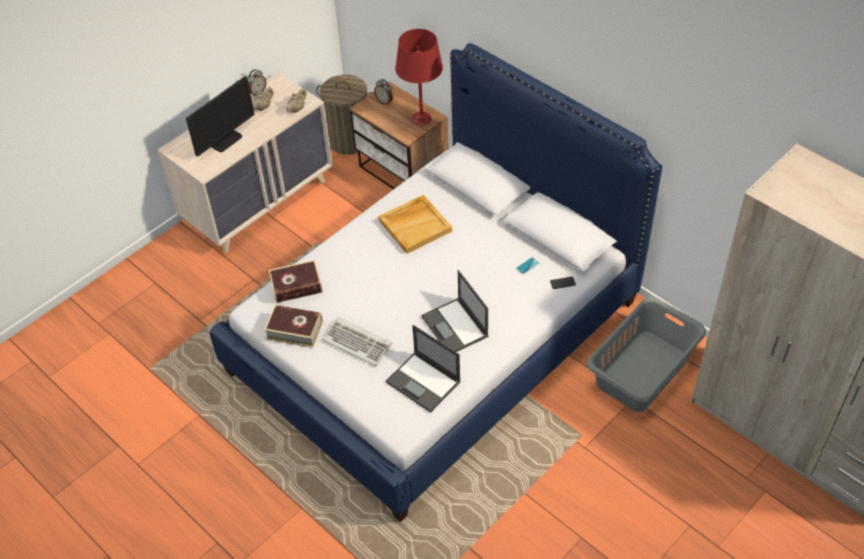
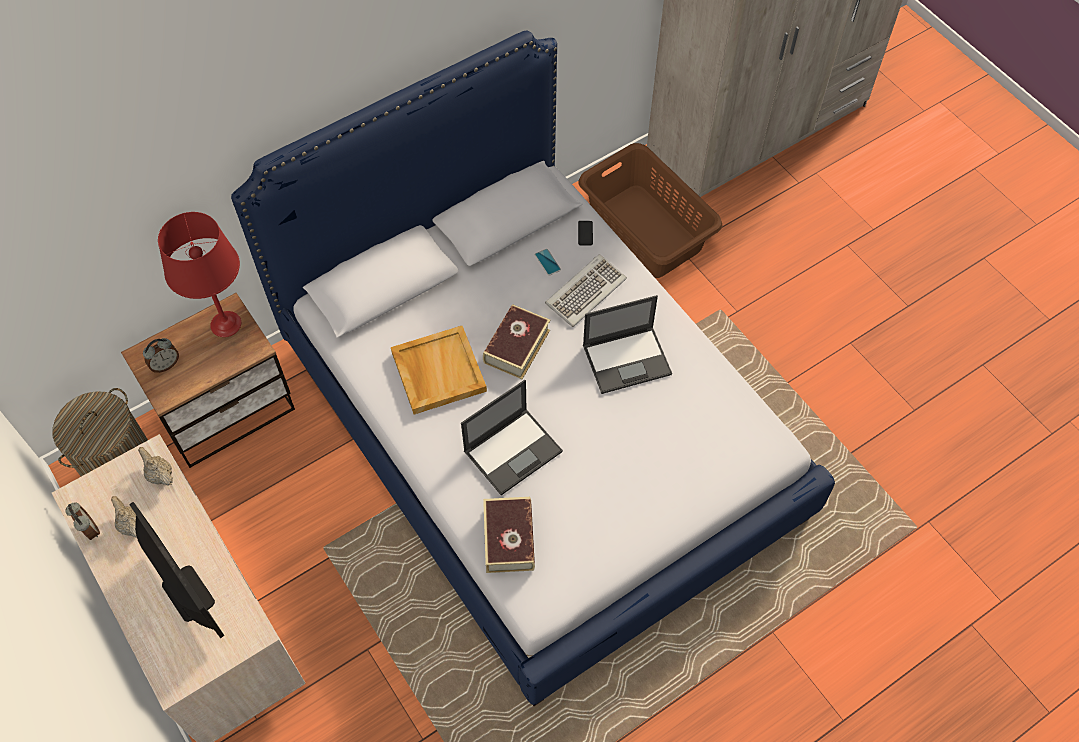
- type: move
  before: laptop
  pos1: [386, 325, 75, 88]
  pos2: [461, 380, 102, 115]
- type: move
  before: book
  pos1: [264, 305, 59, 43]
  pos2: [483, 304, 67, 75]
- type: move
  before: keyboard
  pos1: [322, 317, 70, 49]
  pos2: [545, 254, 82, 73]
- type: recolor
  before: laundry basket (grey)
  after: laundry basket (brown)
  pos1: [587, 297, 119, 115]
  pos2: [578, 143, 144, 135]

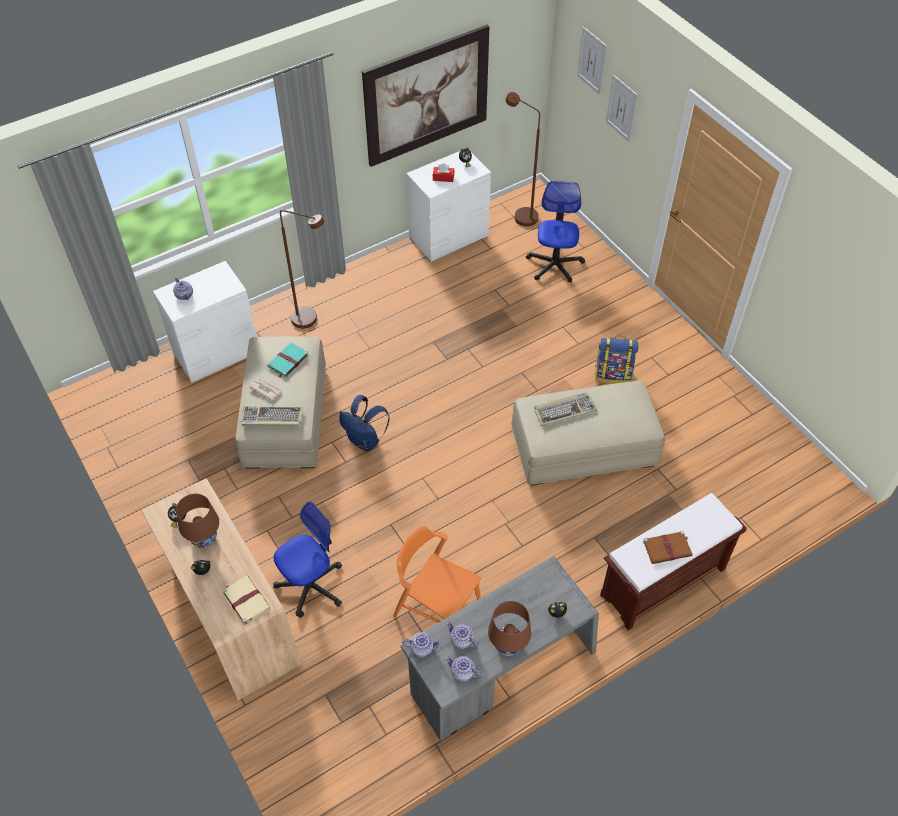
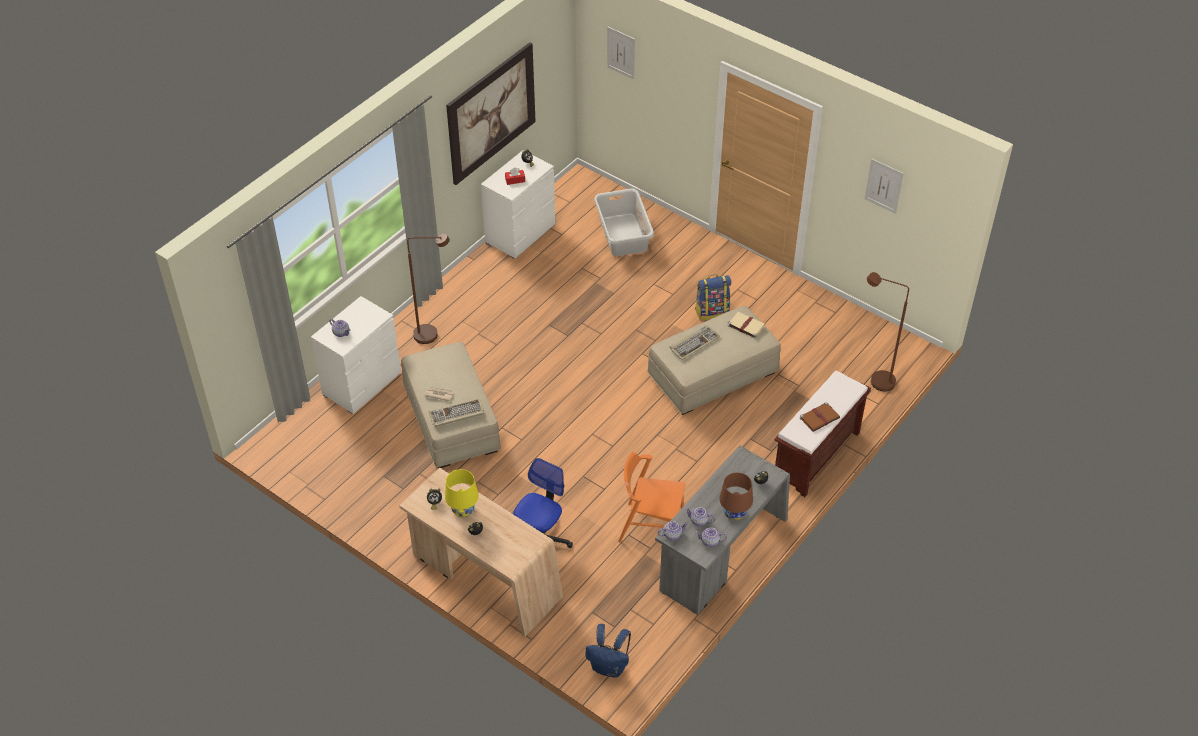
- type: recolor
  before: table lamp (brown)
  after: table lamp (yellow)
  pos1: [176, 494, 43, 54]
  pos2: [445, 469, 34, 48]
- type: move
  before: backpack (blue)
  pos1: [339, 395, 51, 57]
  pos2: [585, 624, 46, 54]
- type: replace
  before: office chair
  after: laundry basket (grey)
  pos1: [526, 181, 59, 102]
  pos2: [594, 189, 60, 67]
- type: move
  before: book (beige)
  pos1: [222, 576, 48, 49]
  pos2: [727, 312, 38, 26]
- type: move
  before: picture
  pos1: [606, 74, 32, 68]
  pos2: [865, 159, 39, 55]
- type: move
  before: floor lamp (brown)
  pos1: [505, 92, 35, 134]
  pos2: [867, 272, 42, 119]
- type: delete
  before: book (turquoise)
  pos1: [267, 343, 41, 35]

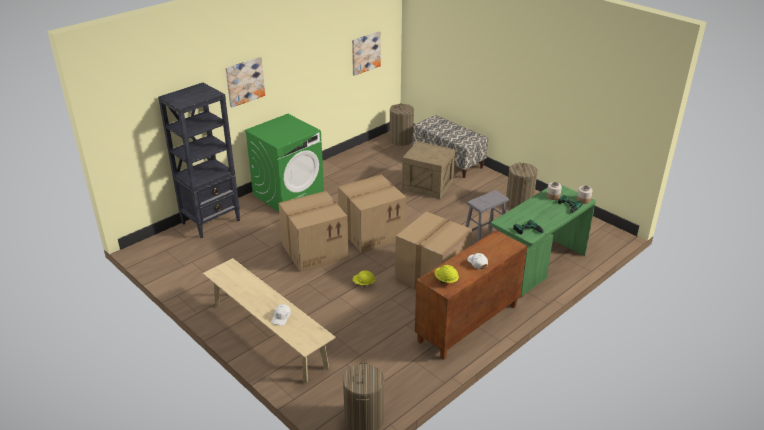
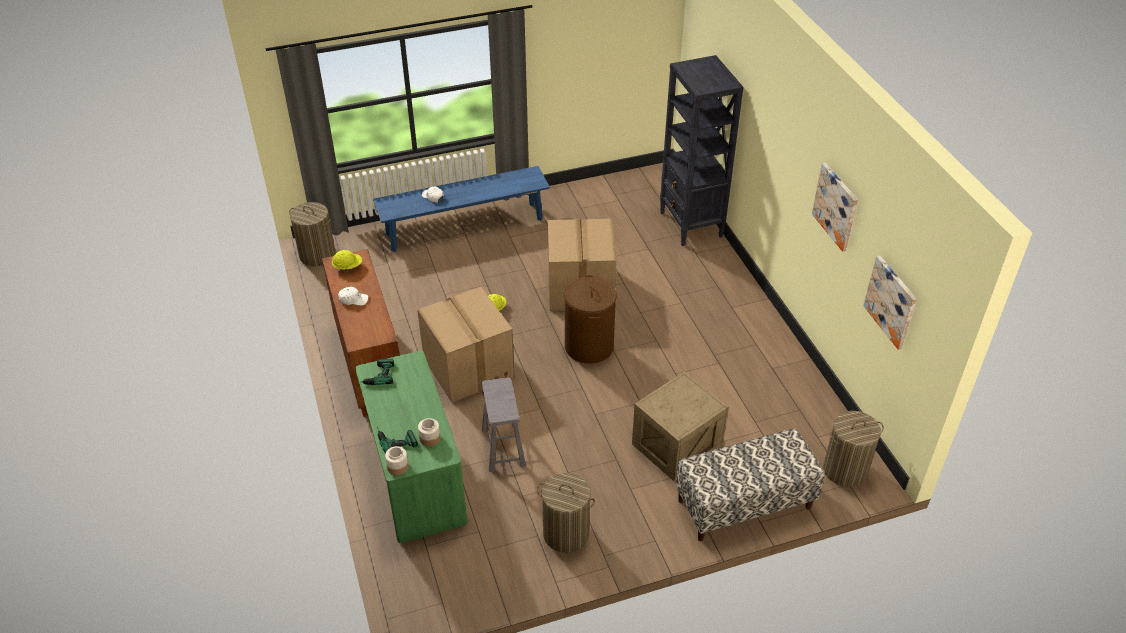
- type: recolor
  before: bench (beige)
  after: bench (blue)
  pos1: [203, 258, 133, 125]
  pos2: [373, 166, 177, 86]
- type: replace
  before: cardboard box
  after: laundry basket (brown)
  pos1: [338, 174, 68, 79]
  pos2: [564, 275, 53, 89]
- type: move
  before: picture
  pos1: [225, 57, 40, 50]
  pos2: [812, 163, 46, 89]
- type: delete
  before: washing machine (green)
  pos1: [245, 114, 79, 98]

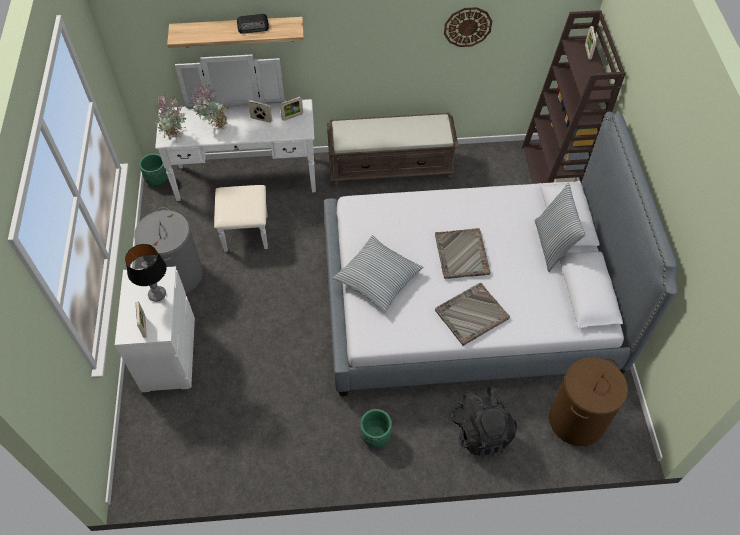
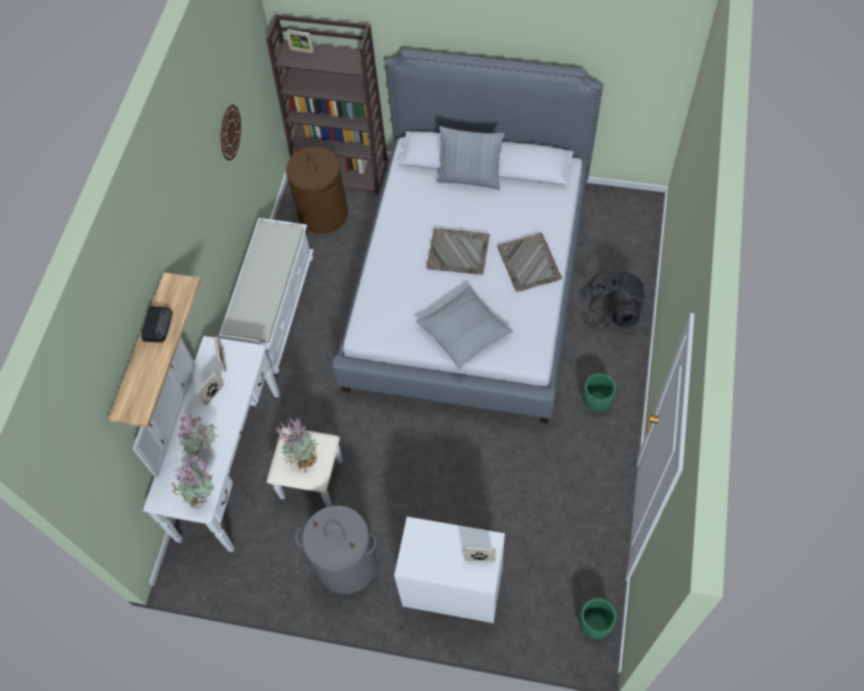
- type: recolor
  before: bench (brown)
  after: bench (white)
  pos1: [327, 113, 132, 73]
  pos2: [219, 218, 95, 156]
- type: insert
  after: potted plant
  pos2: [276, 416, 42, 56]
- type: move
  before: laundry basket (brown)
  pos1: [549, 357, 79, 89]
  pos2: [286, 146, 62, 88]
- type: move
  before: planter (green)
  pos1: [139, 153, 29, 33]
  pos2: [579, 598, 38, 41]
- type: delete
  before: table lamp
  pos1: [125, 244, 41, 58]

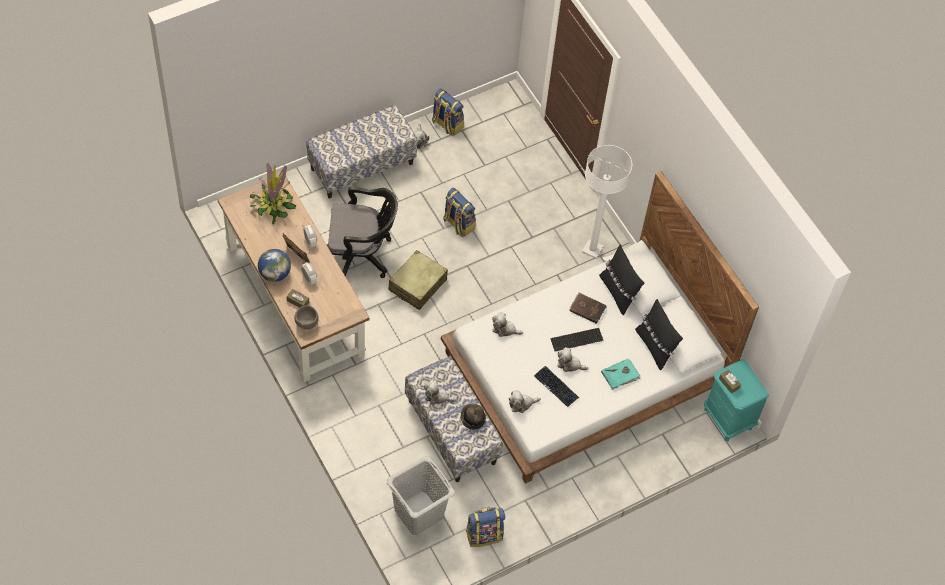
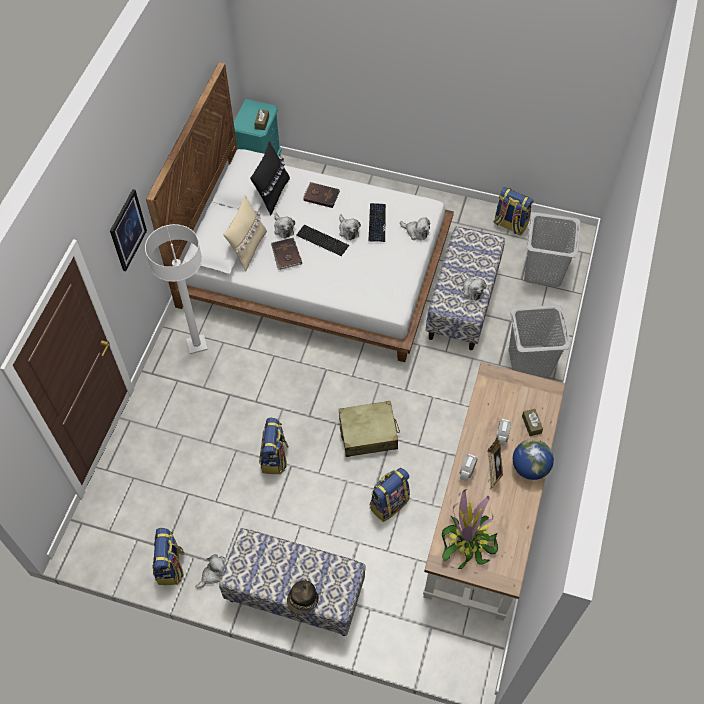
- type: insert
  after: picture
  pos2: [110, 189, 37, 83]
- type: recolor
  before: pillow (black)
  after: pillow (beige)
  pos1: [599, 244, 45, 71]
  pos2: [223, 195, 44, 77]
- type: move
  before: plush toy
  pos1: [492, 312, 31, 25]
  pos2: [274, 213, 21, 25]
- type: move
  before: hat
  pos1: [461, 404, 25, 26]
  pos2: [287, 580, 32, 35]
- type: recolor
  before: book (turquoise)
  after: book (brown)
  pos1: [601, 359, 39, 31]
  pos2: [303, 182, 37, 26]
- type: replace
  before: office chair (black)
  after: backpack
  pos1: [326, 187, 72, 91]
  pos2: [370, 468, 40, 54]
- type: insert
  after: laundry basket (grey)
  pos2: [509, 305, 62, 72]
- type: delete
  before: bowl (brown)
  pos1: [295, 305, 24, 25]

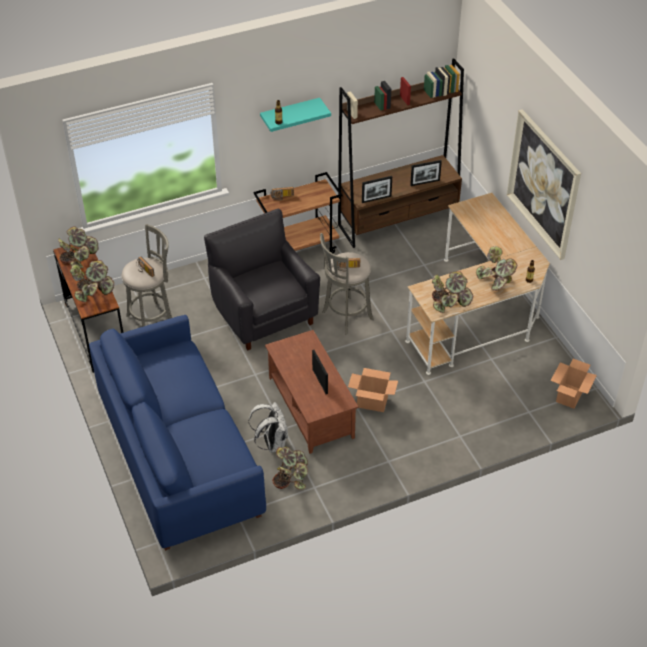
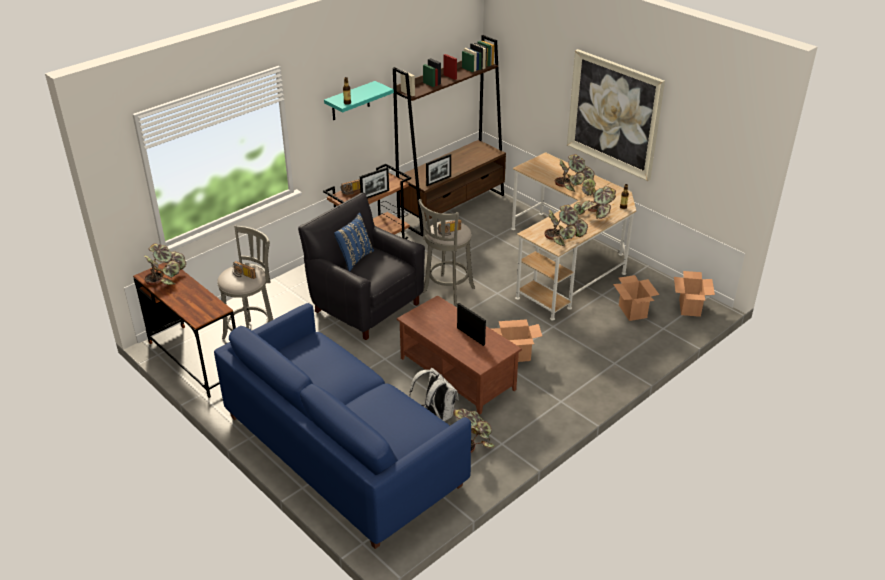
- type: insert
  after: pillow (blue)
  pos2: [334, 213, 40, 59]
- type: move
  before: picture frame
  pos1: [410, 160, 32, 26]
  pos2: [360, 167, 29, 32]
- type: move
  before: potted plant
  pos1: [70, 260, 44, 42]
  pos2: [555, 154, 39, 38]
- type: insert
  after: cardboard box
  pos2: [613, 275, 47, 46]

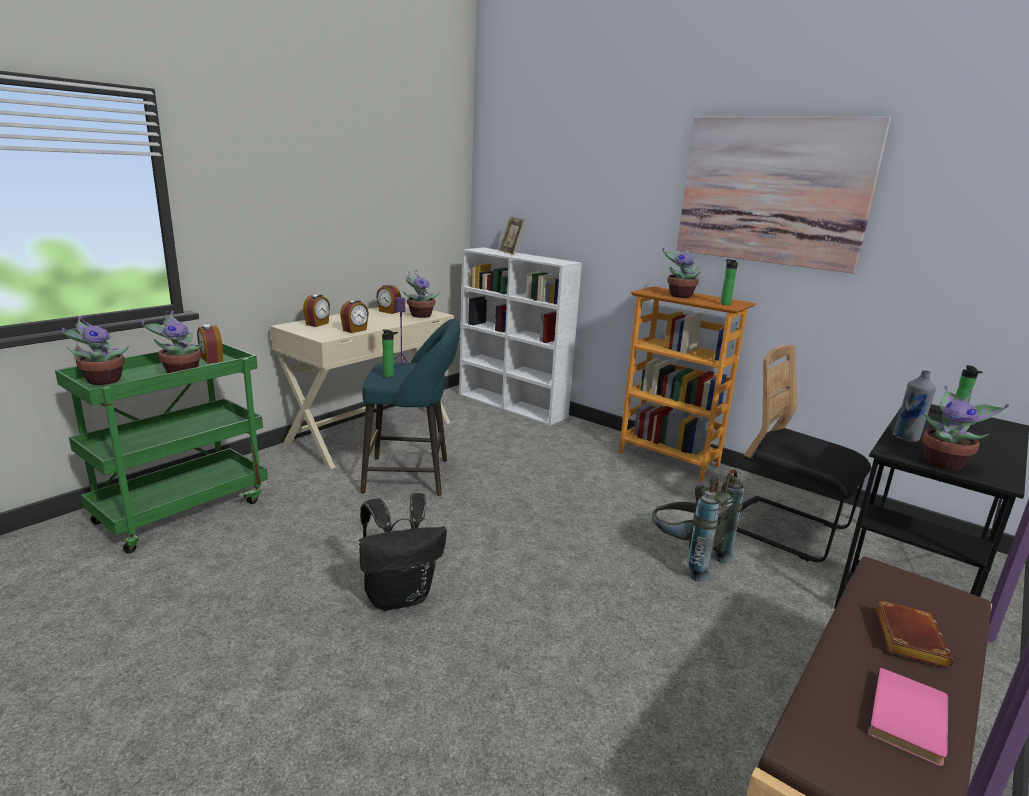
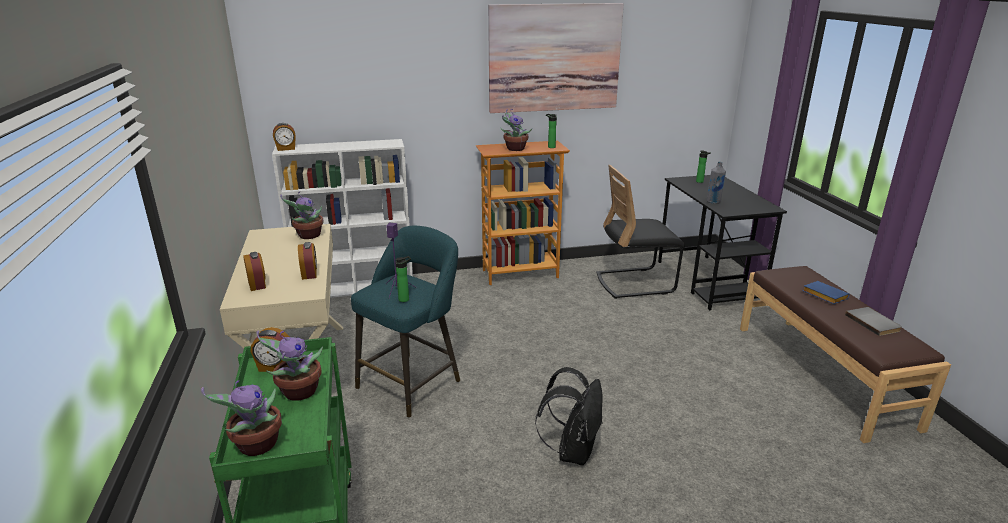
- type: move
  before: alarm clock
  pos1: [376, 285, 25, 29]
  pos2: [273, 123, 23, 28]
- type: recolor
  before: book (brown)
  after: book (blue)
  pos1: [874, 599, 79, 69]
  pos2: [802, 281, 48, 23]
- type: recolor
  before: book (pink)
  after: book (grey)
  pos1: [868, 667, 80, 99]
  pos2: [845, 307, 57, 29]
- type: delete
  before: picture frame
  pos1: [499, 216, 26, 39]
- type: delete
  before: backpack (grey)
  pos1: [652, 469, 92, 113]
- type: delete
  before: potted plant
  pos1: [922, 385, 87, 85]

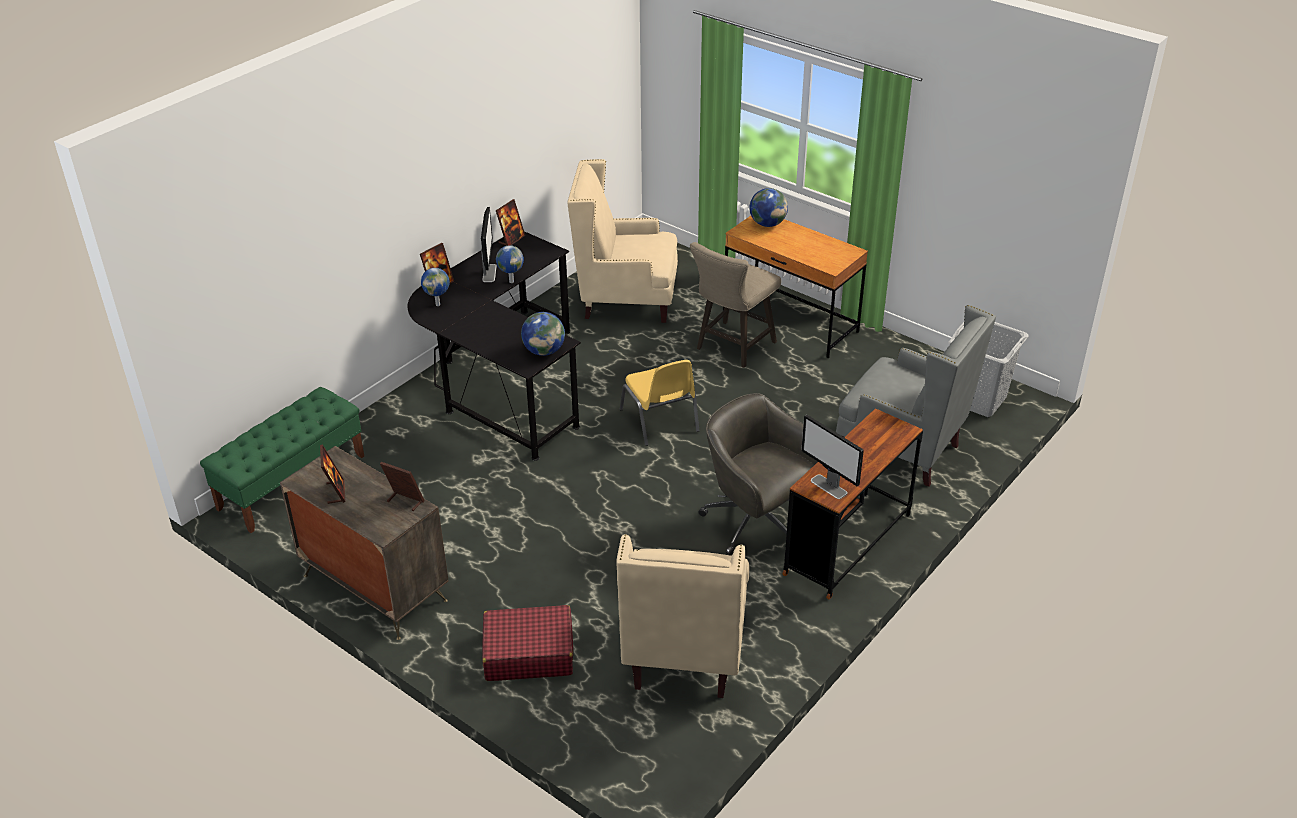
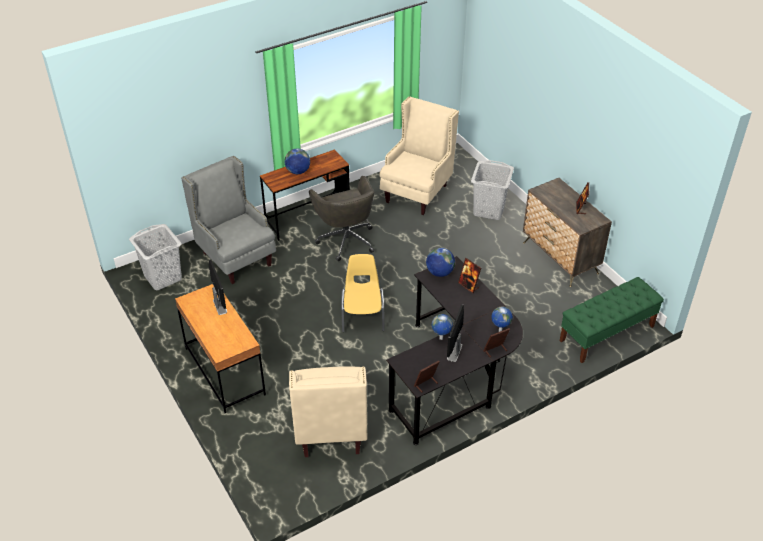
- type: move
  before: monitor
  pos1: [801, 415, 63, 84]
  pos2: [209, 260, 18, 55]
- type: move
  before: globe
  pos1: [750, 188, 38, 39]
  pos2: [284, 149, 26, 25]
- type: rotate
  before: armchair (beige)
  pos1: [567, 159, 111, 164]
  pos2: [289, 366, 78, 91]
  turn: 60
- type: move
  before: picture frame
  pos1: [380, 462, 45, 49]
  pos2: [458, 258, 23, 35]
- type: replace
  before: suitcase (red)
  after: laundry basket (grey)
  pos1: [482, 605, 91, 76]
  pos2: [471, 160, 43, 60]
- type: delete
  before: stool (beige)
  pos1: [690, 242, 91, 126]

